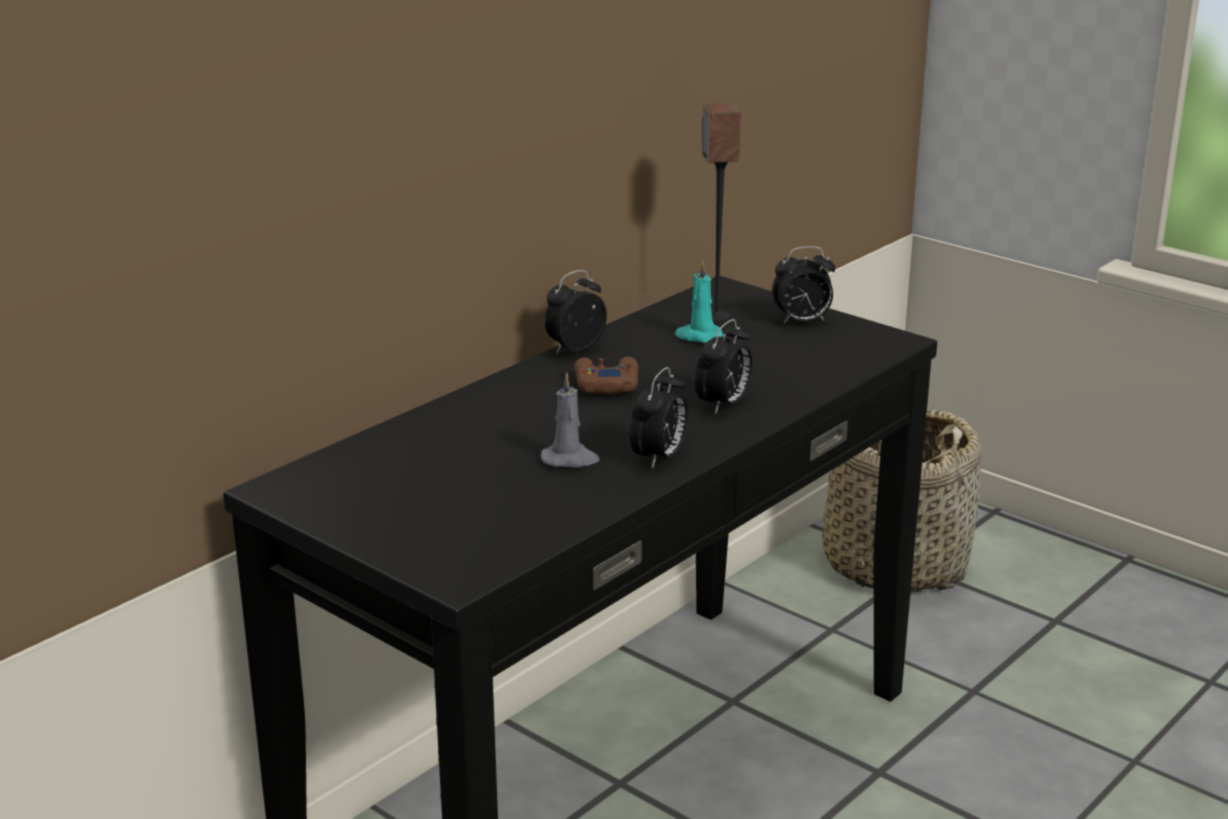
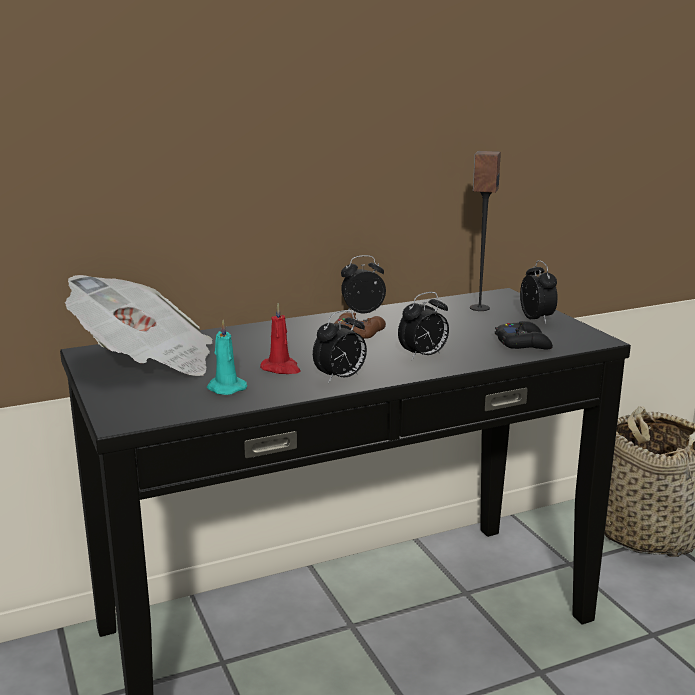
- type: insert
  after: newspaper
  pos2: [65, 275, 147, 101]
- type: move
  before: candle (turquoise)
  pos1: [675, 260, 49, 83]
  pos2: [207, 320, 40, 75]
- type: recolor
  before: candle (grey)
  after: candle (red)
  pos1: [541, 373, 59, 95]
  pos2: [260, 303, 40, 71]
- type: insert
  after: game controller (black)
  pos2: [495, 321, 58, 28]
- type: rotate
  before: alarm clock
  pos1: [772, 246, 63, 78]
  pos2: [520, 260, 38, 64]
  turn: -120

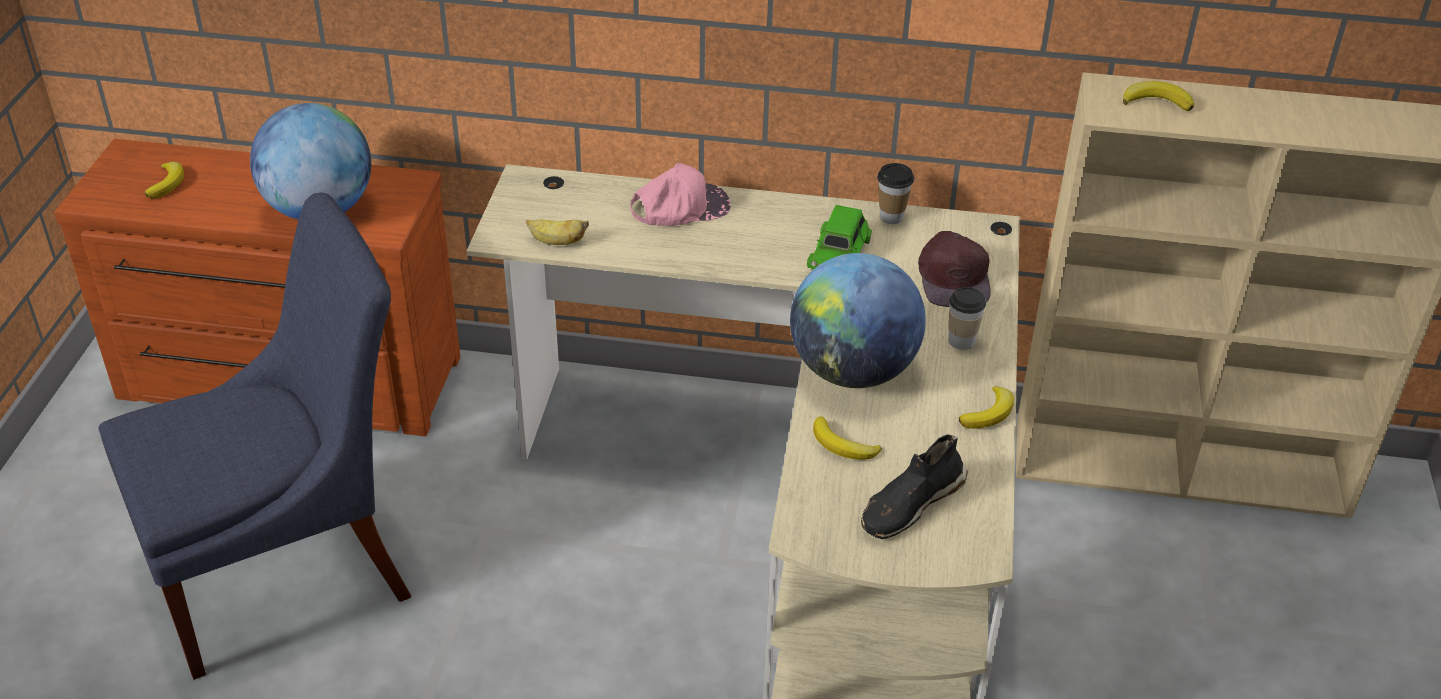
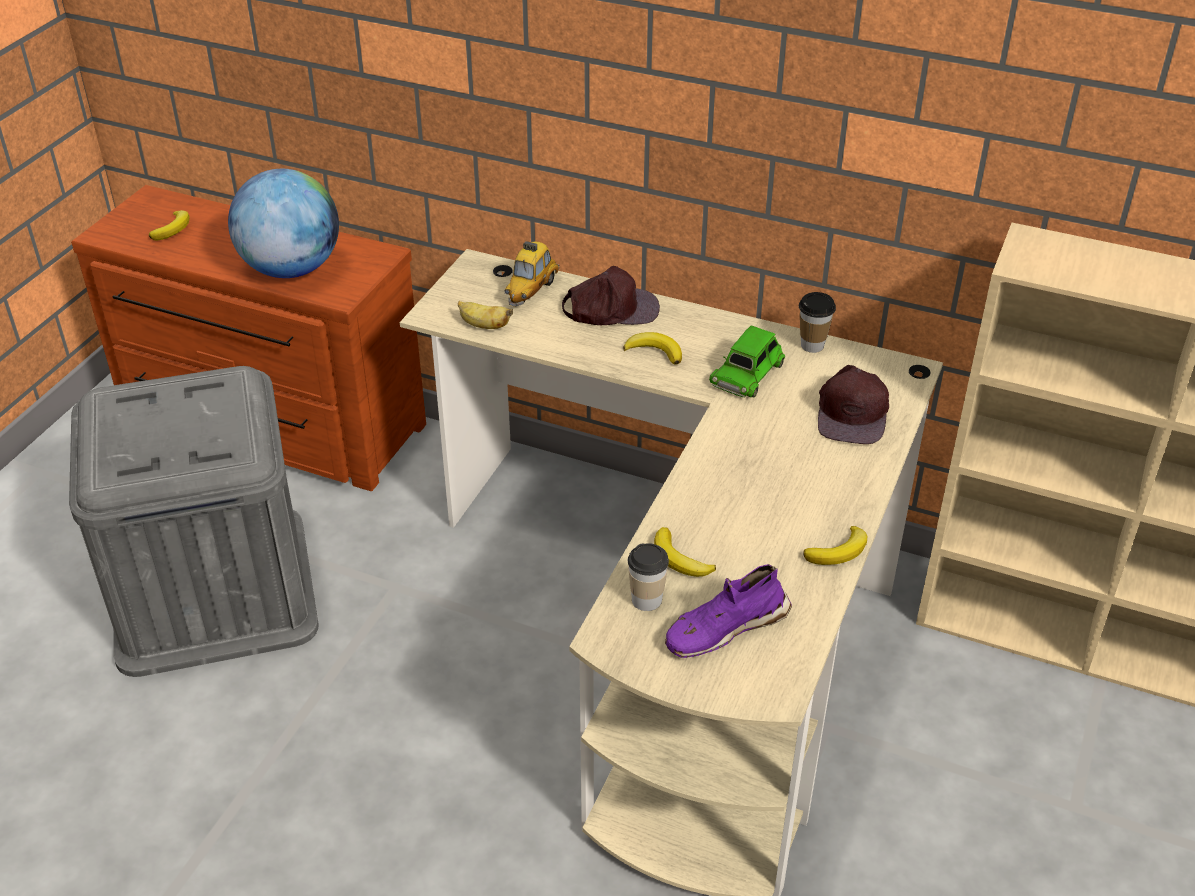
- type: replace
  before: chair (blue)
  after: storage box (grey)
  pos1: [98, 192, 313, 488]
  pos2: [69, 366, 249, 311]
- type: insert
  after: toy car
  pos2: [504, 241, 55, 66]
- type: recolor
  before: cap (pink)
  after: cap (brown)
  pos1: [630, 163, 101, 63]
  pos2: [562, 266, 98, 59]
- type: move
  before: banana
  pos1: [1123, 81, 71, 30]
  pos2: [623, 332, 59, 33]
- type: move
  before: cup
  pos1: [948, 287, 38, 63]
  pos2: [628, 543, 41, 68]
- type: recolor
  before: shoe (black)
  after: shoe (purple)
  pos1: [861, 434, 107, 105]
  pos2: [665, 564, 127, 94]
- type: delete
  before: globe
  pos1: [790, 253, 136, 135]

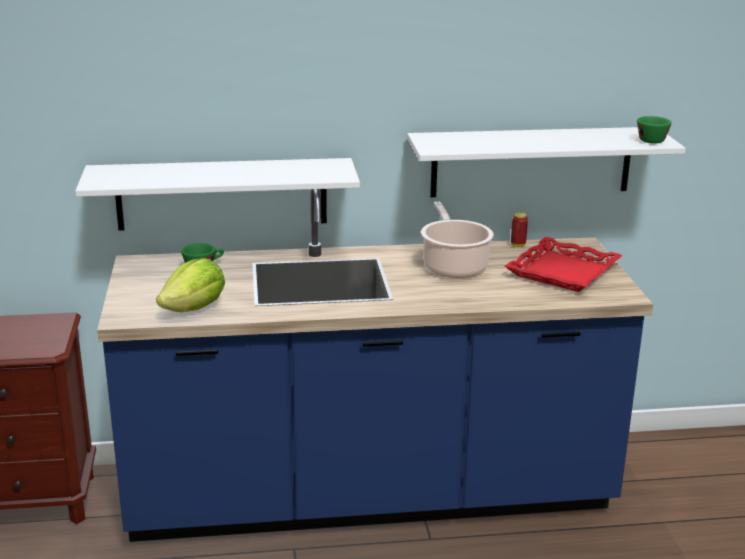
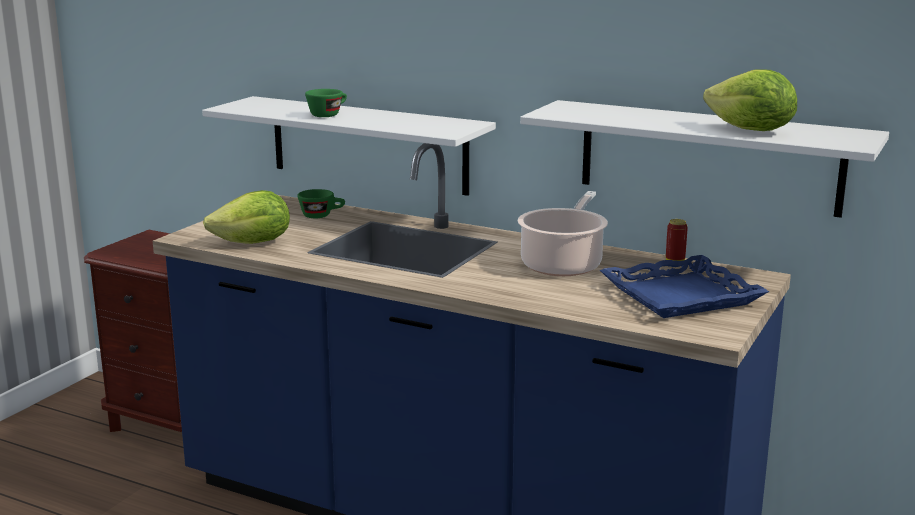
- type: move
  before: cup (green)
  pos1: [637, 116, 35, 28]
  pos2: [305, 89, 42, 28]
- type: recolor
  before: tray (red)
  after: tray (blue)
  pos1: [505, 237, 117, 55]
  pos2: [600, 255, 169, 63]
- type: insert
  after: lettuce
  pos2: [703, 69, 94, 62]

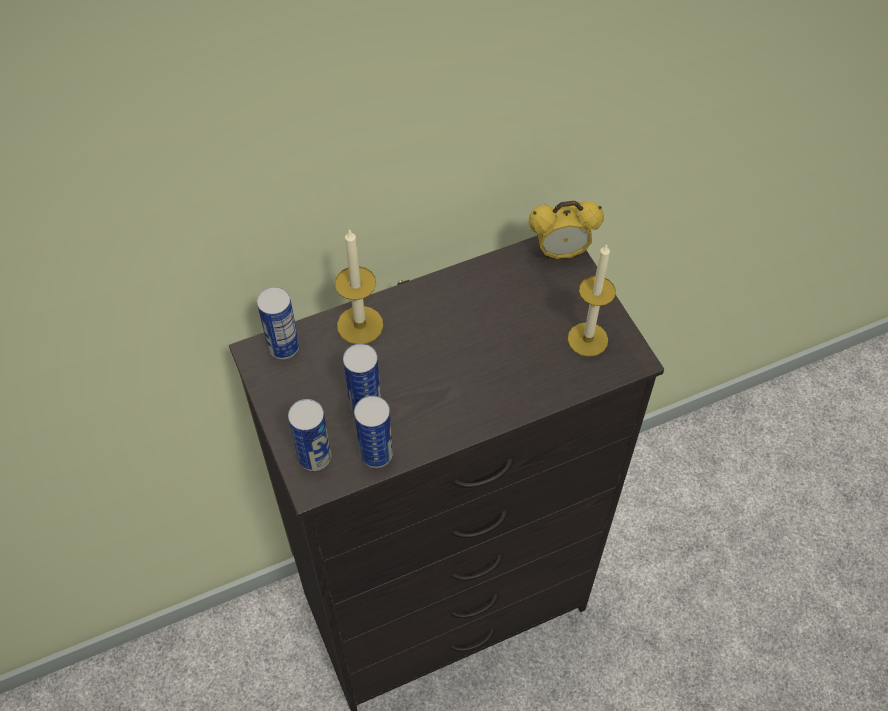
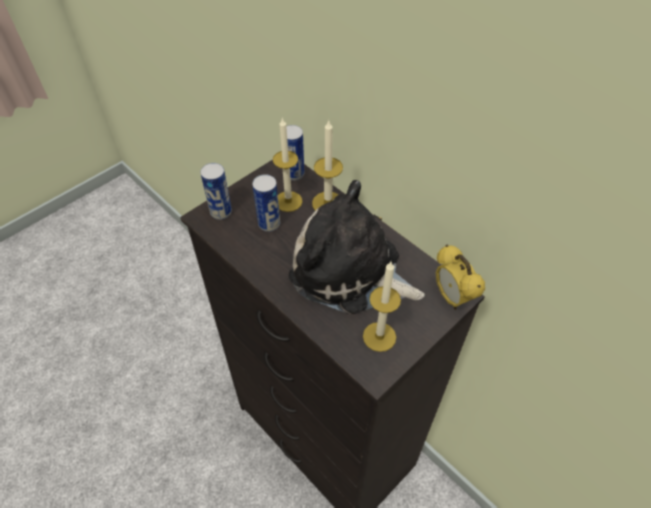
- type: insert
  after: candle
  pos2: [273, 117, 29, 95]
- type: insert
  after: plush toy
  pos2: [289, 180, 136, 134]
- type: delete
  before: can
  pos1: [354, 396, 39, 72]

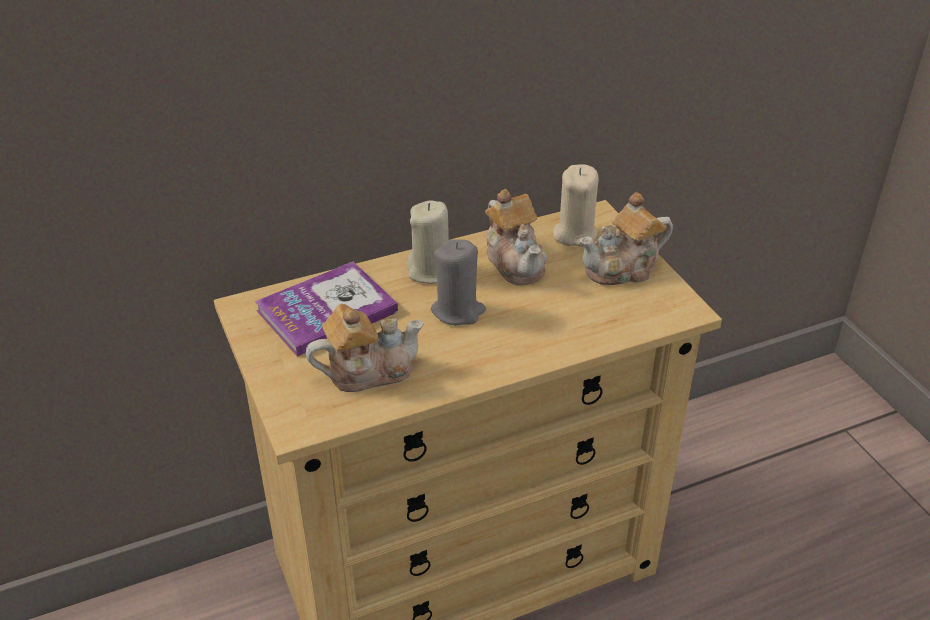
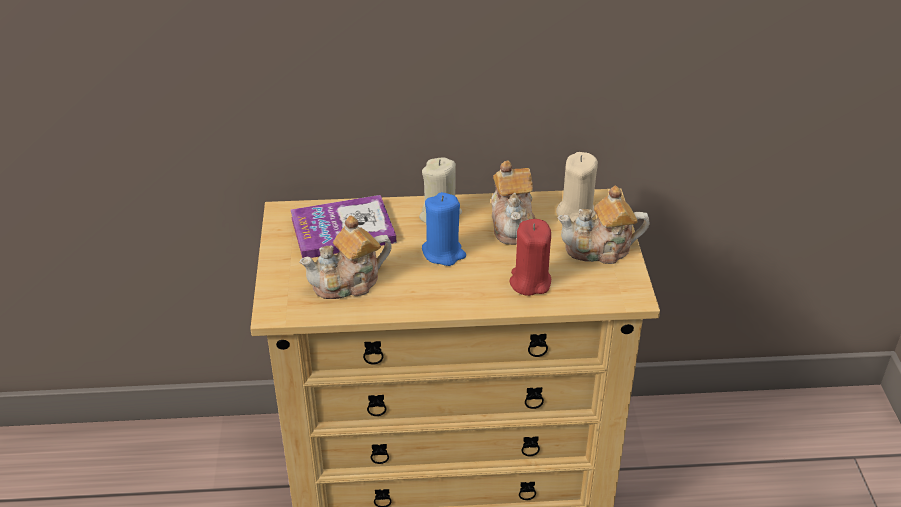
- type: rotate
  before: teapot
  pos1: [306, 304, 118, 88]
  pos2: [299, 215, 93, 84]
  turn: 150
- type: recolor
  before: candle (grey)
  after: candle (blue)
  pos1: [431, 239, 55, 86]
  pos2: [422, 192, 44, 74]
- type: insert
  after: candle (red)
  pos2: [510, 219, 41, 77]

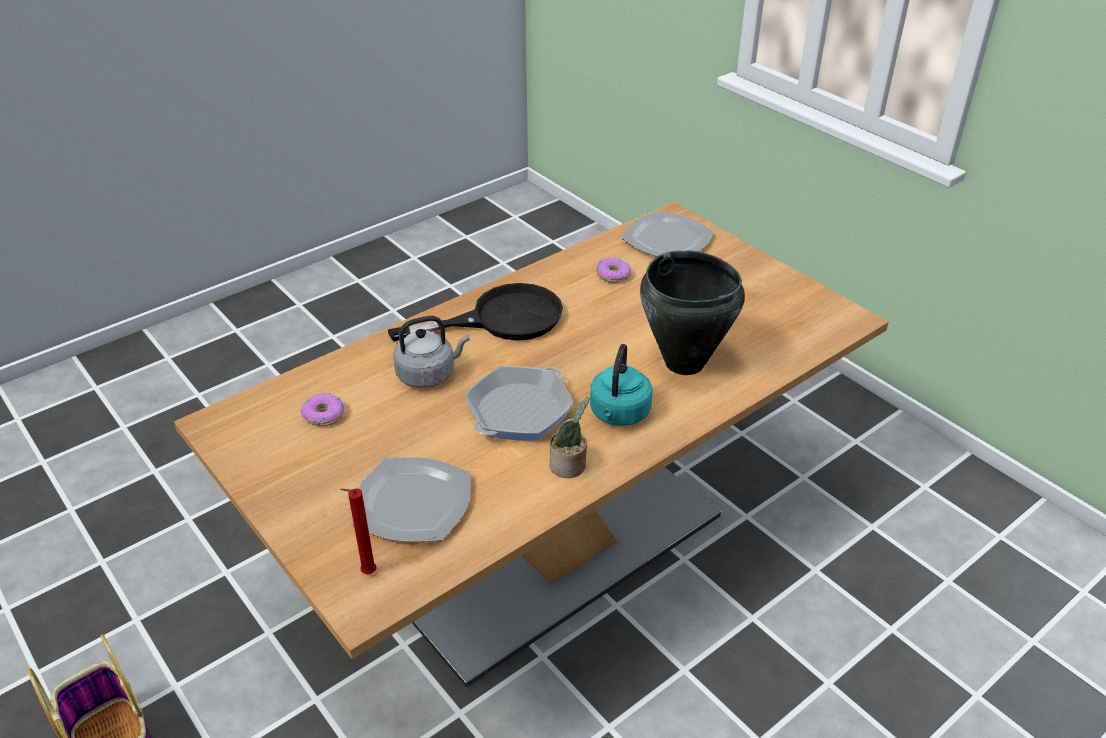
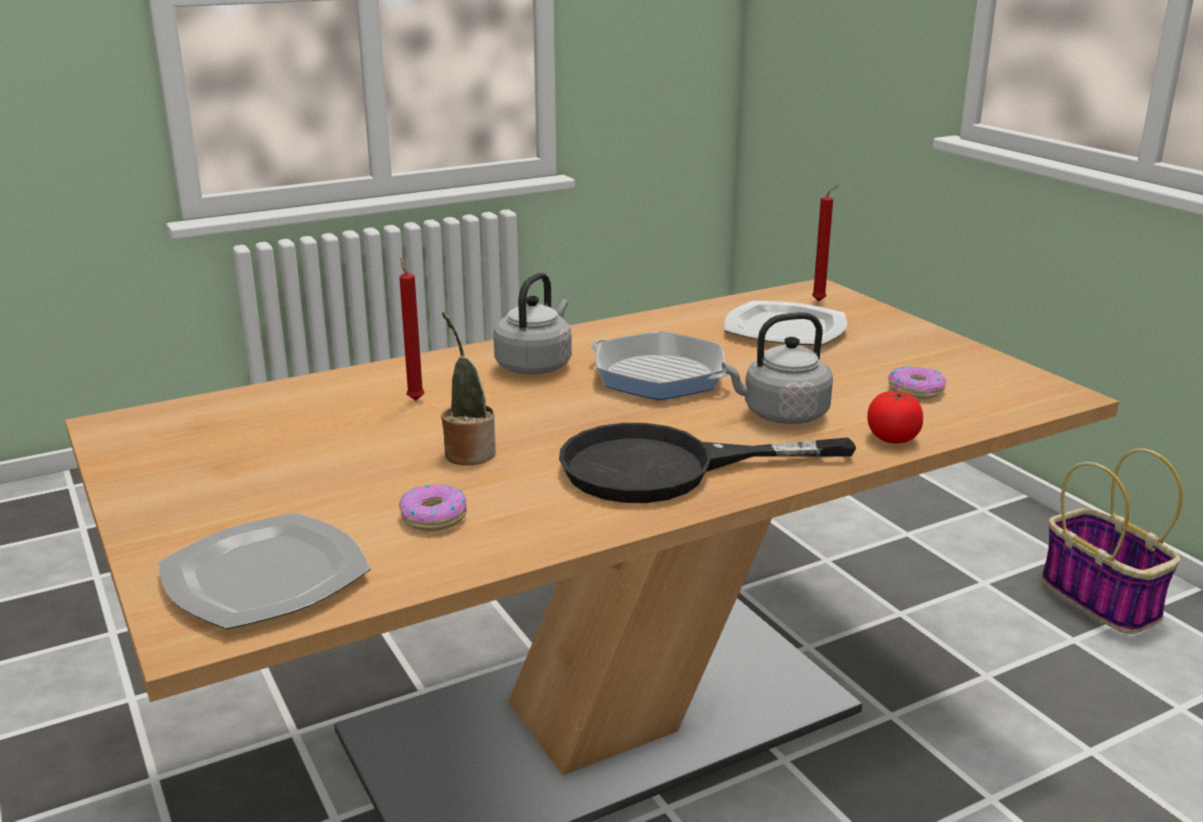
- type: replace
  before: cooking pot (black)
  after: candle (red)
  pos1: [640, 250, 105, 125]
  pos2: [399, 257, 25, 143]
- type: move
  before: potted plant
  pos1: [549, 397, 40, 81]
  pos2: [441, 312, 55, 153]
- type: recolor
  before: kettle (turquoise)
  after: kettle (grey)
  pos1: [590, 344, 62, 82]
  pos2: [493, 272, 79, 103]
- type: rotate
  before: frying pan
  pos1: [465, 366, 109, 75]
  pos2: [591, 331, 139, 69]
  turn: -105
- type: insert
  after: tomato
  pos2: [867, 391, 56, 53]

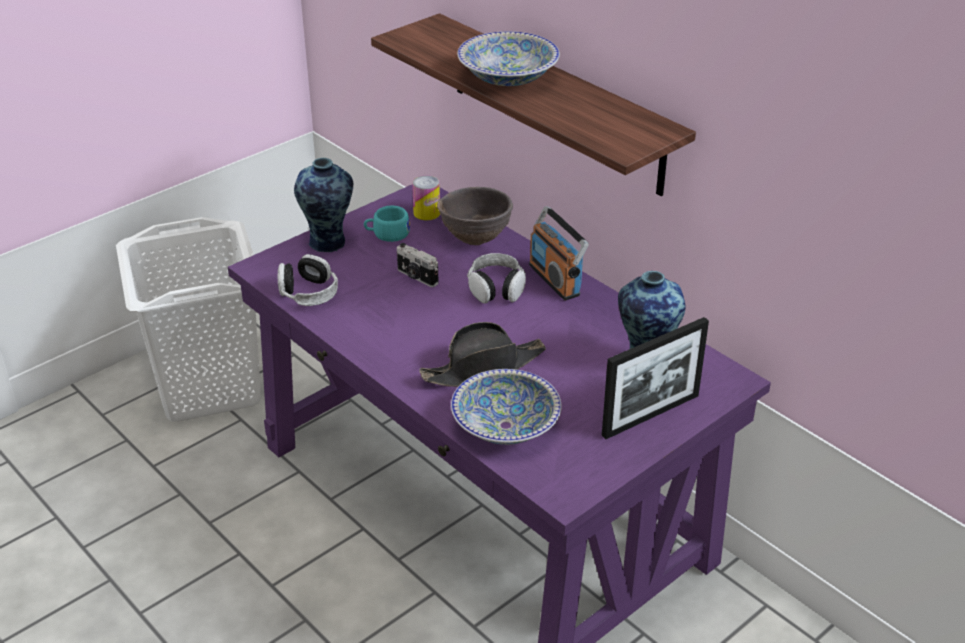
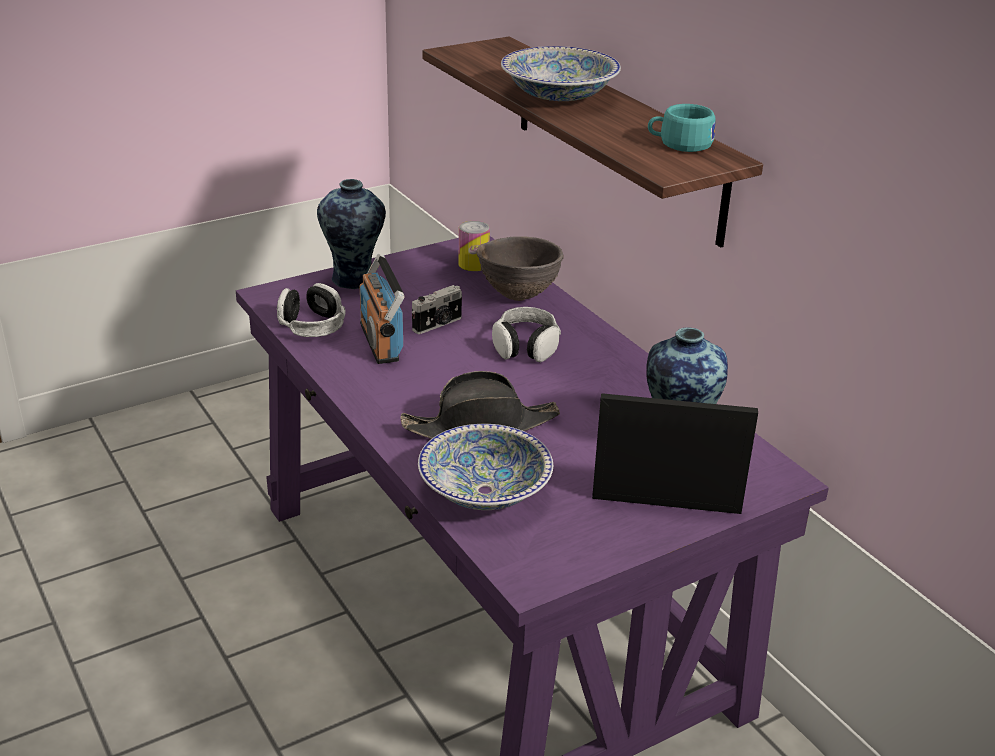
- type: move
  before: radio
  pos1: [529, 206, 60, 94]
  pos2: [360, 254, 45, 110]
- type: rotate
  before: photo camera
  pos1: [397, 243, 42, 44]
  pos2: [412, 285, 50, 49]
  turn: -90
- type: rotate
  before: picture frame
  pos1: [602, 317, 107, 122]
  pos2: [592, 393, 166, 121]
  turn: -150
- type: move
  before: cup (turquoise)
  pos1: [364, 206, 46, 36]
  pos2: [648, 104, 67, 48]
- type: delete
  before: laundry basket (white)
  pos1: [116, 217, 145, 205]

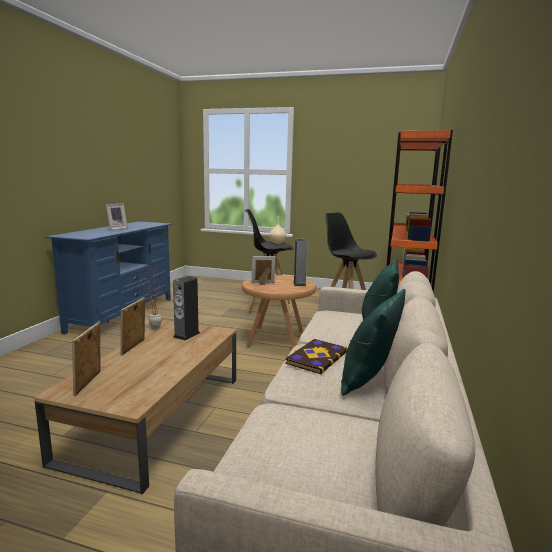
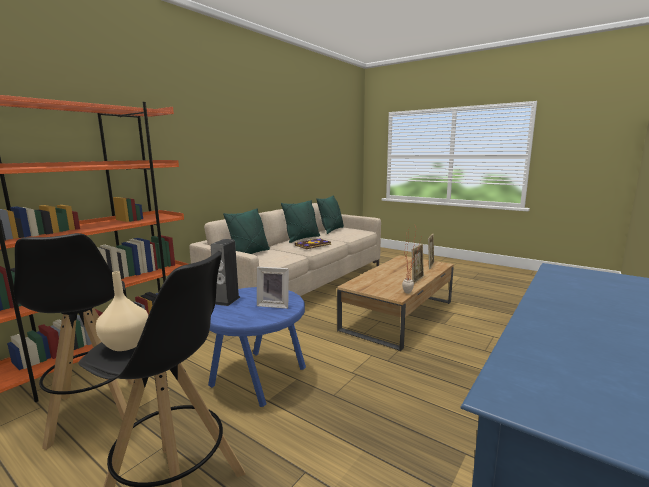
- type: recolor
  before: side table (brown)
  after: side table (blue)
  pos1: [242, 275, 74, 73]
  pos2: [208, 287, 98, 120]
- type: insert
  after: pillow (green)
  pos2: [316, 195, 28, 39]
- type: delete
  before: picture frame
  pos1: [106, 203, 22, 27]
- type: delete
  before: speaker
  pos1: [173, 276, 27, 64]

